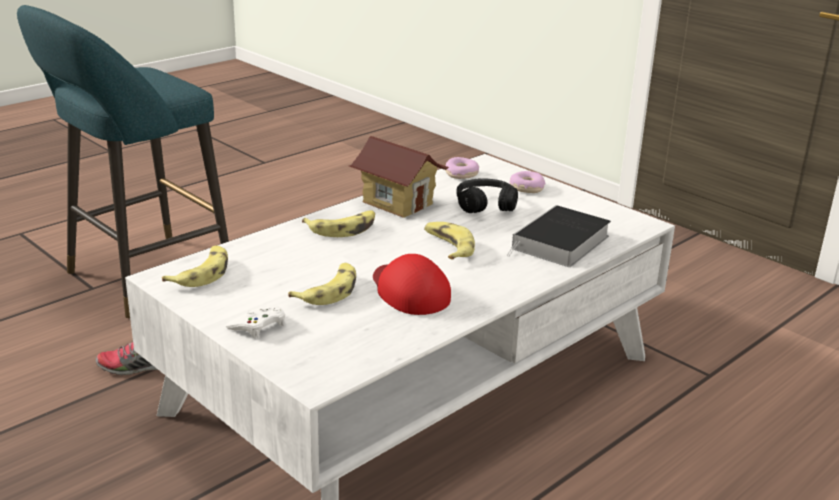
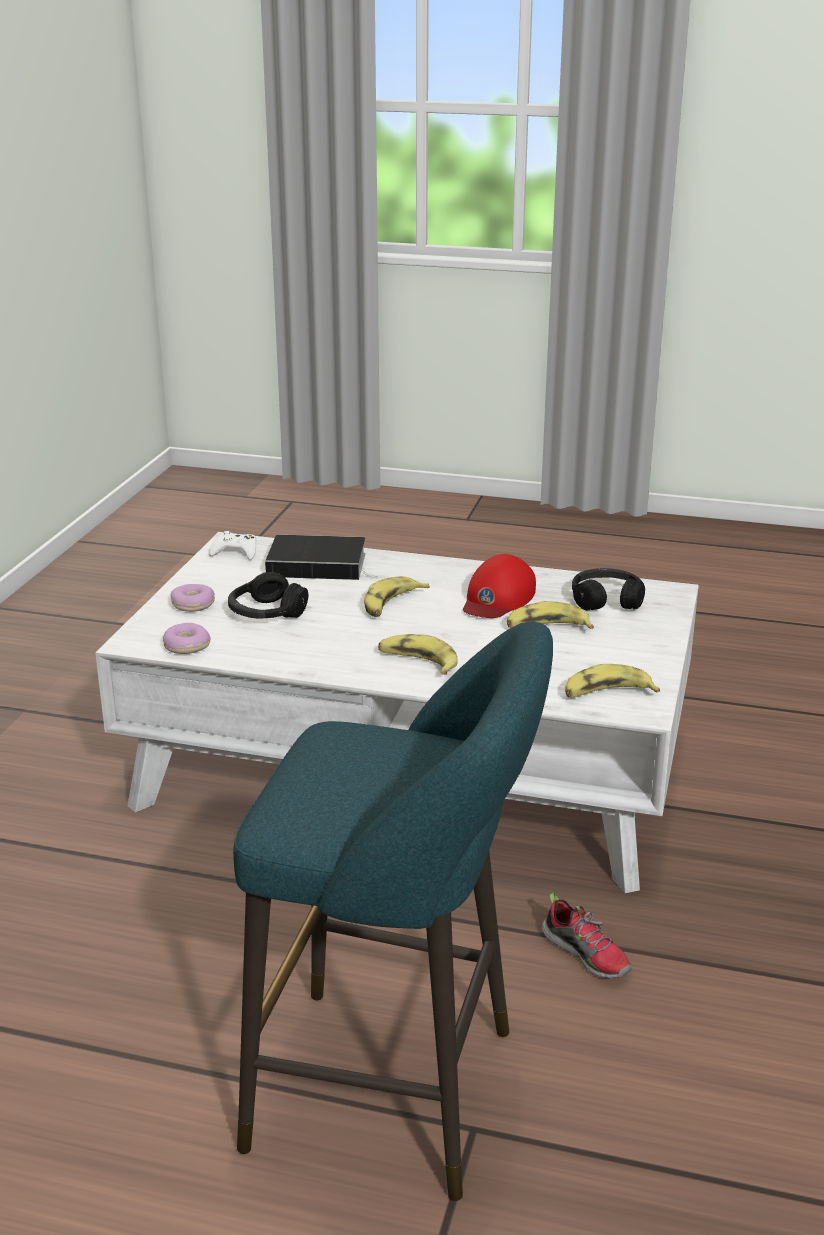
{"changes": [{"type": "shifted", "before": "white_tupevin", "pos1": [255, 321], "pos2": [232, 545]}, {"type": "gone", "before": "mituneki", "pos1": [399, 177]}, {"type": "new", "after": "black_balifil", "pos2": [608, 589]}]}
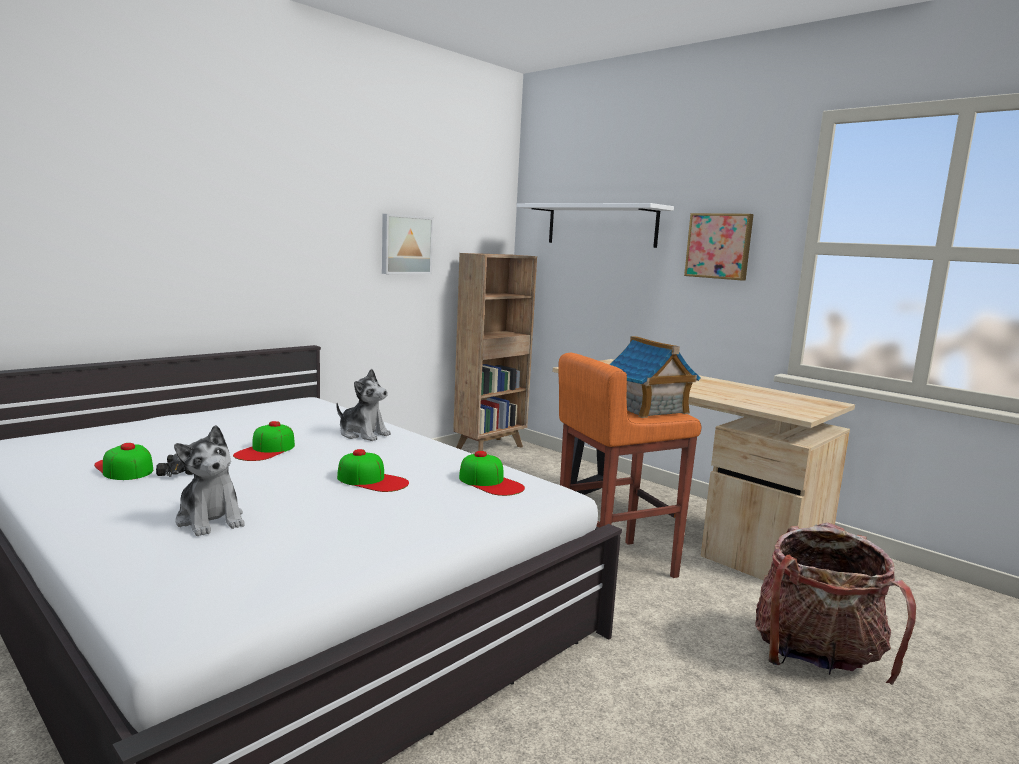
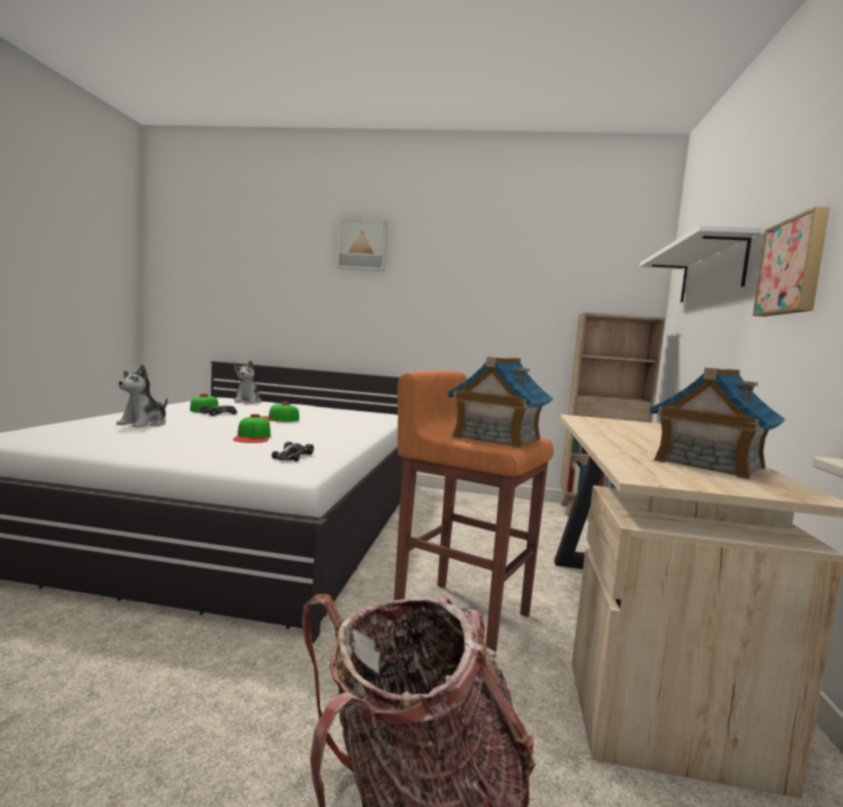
{"changes": [{"type": "shifted", "before": "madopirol", "pos1": [363, 405], "pos2": [247, 381]}, {"type": "shifted", "before": "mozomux", "pos1": [407, 244], "pos2": [362, 244]}, {"type": "swapped", "before": "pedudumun", "after": "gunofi", "pos1": [492, 473], "pos2": [293, 451]}, {"type": "new", "after": "mituneki", "pos2": [717, 424]}]}
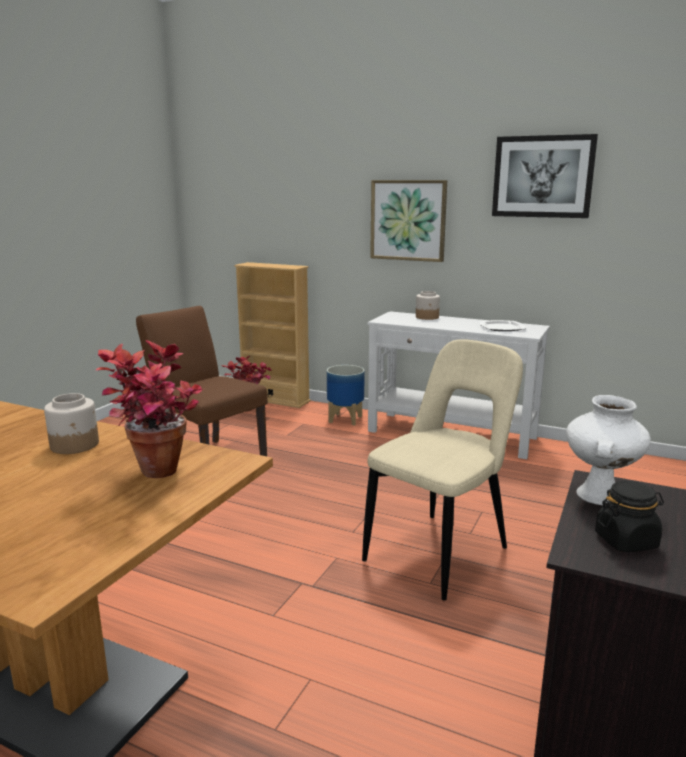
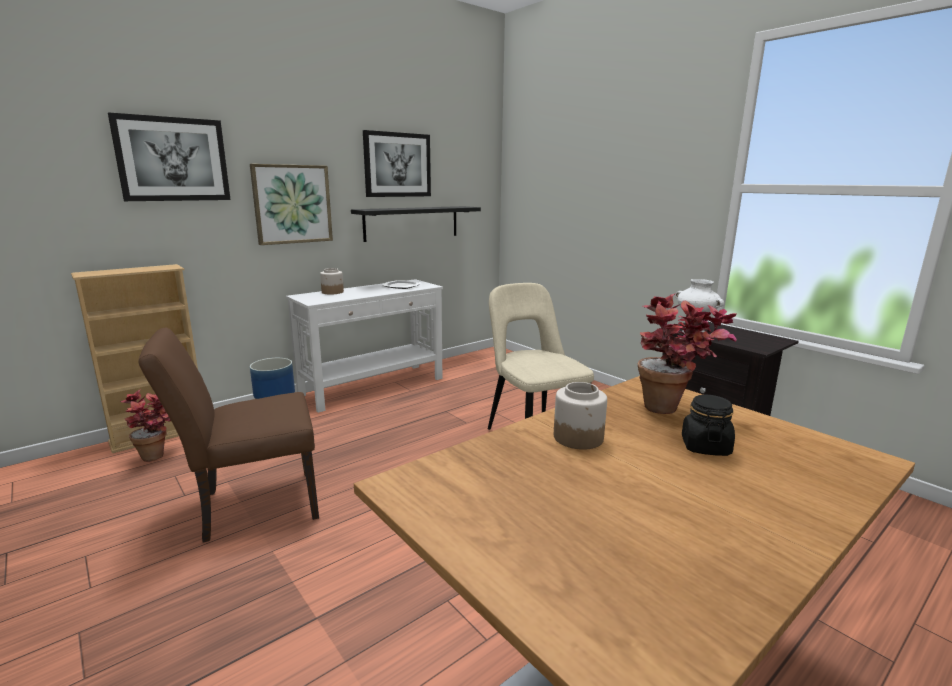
{"changes": [{"type": "shifted", "before": "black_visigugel", "pos1": [629, 516], "pos2": [708, 425]}, {"type": "new", "after": "mozomux", "pos2": [169, 156]}, {"type": "new", "after": "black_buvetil", "pos2": [416, 224]}]}
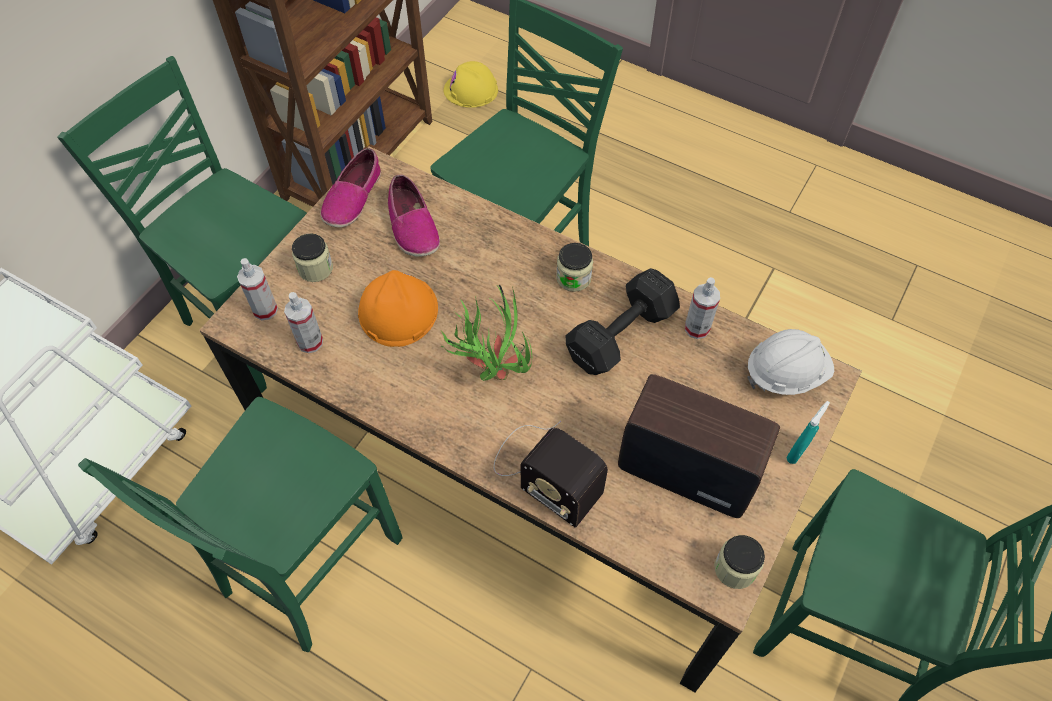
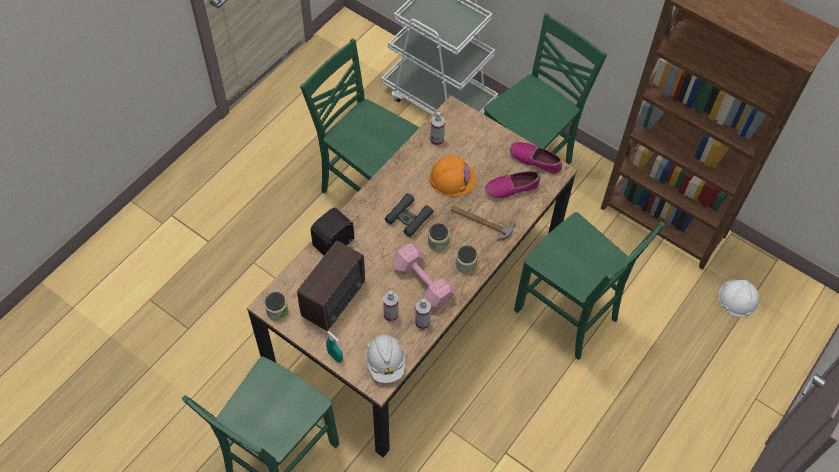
{"changes": [{"type": "shifted", "before": "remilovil", "pos1": [257, 289], "pos2": [390, 306]}, {"type": "shifted", "before": "visigugel", "pos1": [312, 257], "pos2": [438, 237]}, {"type": "swapped", "before": "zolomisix", "after": "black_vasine", "pos1": [486, 333], "pos2": [409, 215]}, {"type": "repainted", "before": "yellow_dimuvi", "after": "white_dimuvi", "pos1": [470, 84], "pos2": [739, 298]}, {"type": "repainted", "before": "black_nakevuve", "after": "pink_nakevuve", "pos1": [623, 321], "pos2": [423, 276]}, {"type": "new", "after": "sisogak", "pos2": [483, 223]}]}
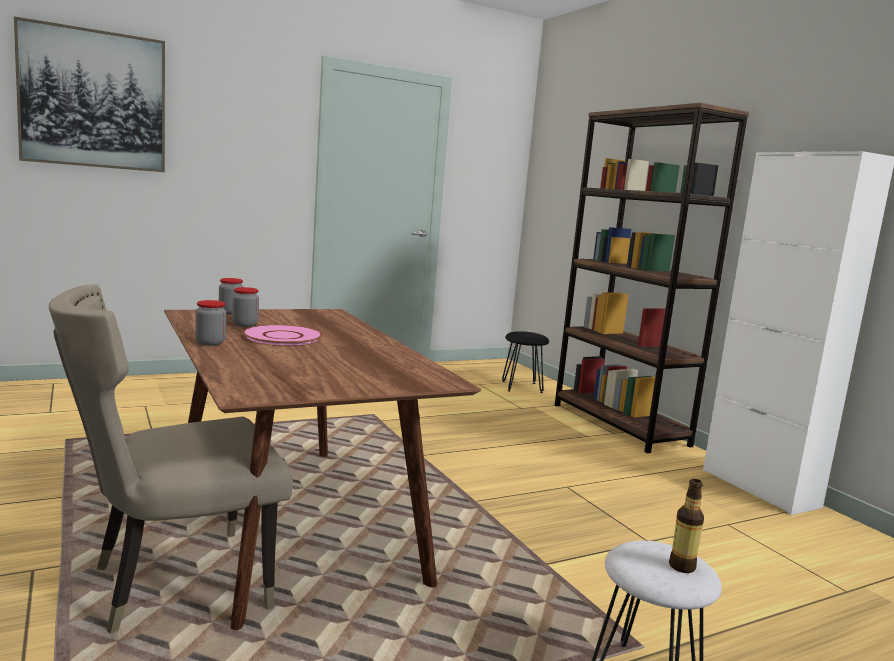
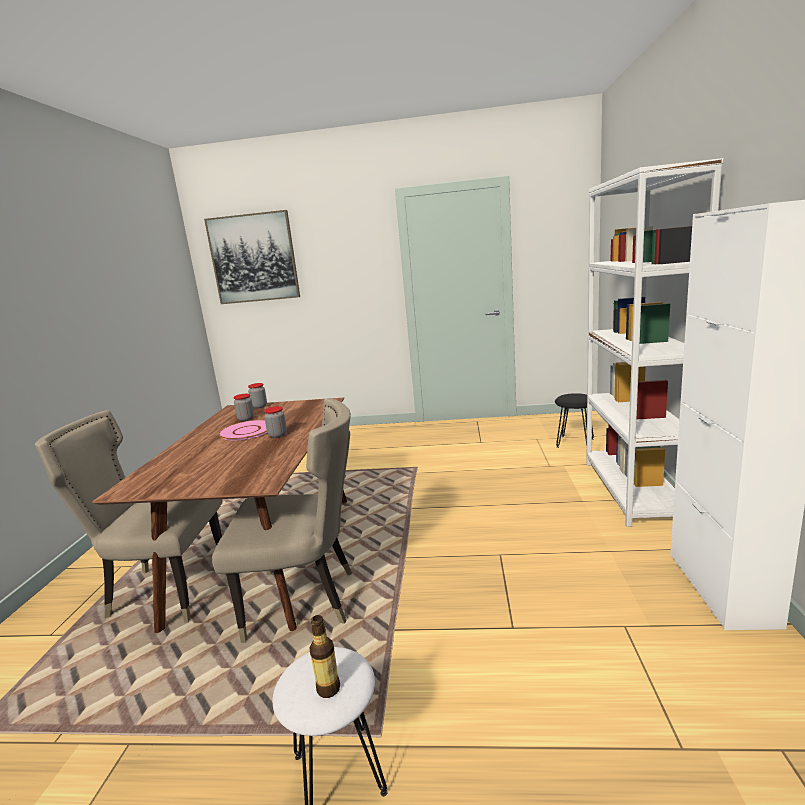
{"changes": [{"type": "shifted", "before": "visigugel", "pos1": [210, 323], "pos2": [275, 422]}, {"type": "repainted", "before": "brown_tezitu", "after": "white_tezitu", "pos1": [652, 278], "pos2": [655, 342]}, {"type": "new", "after": "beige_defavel", "pos2": [282, 520]}]}
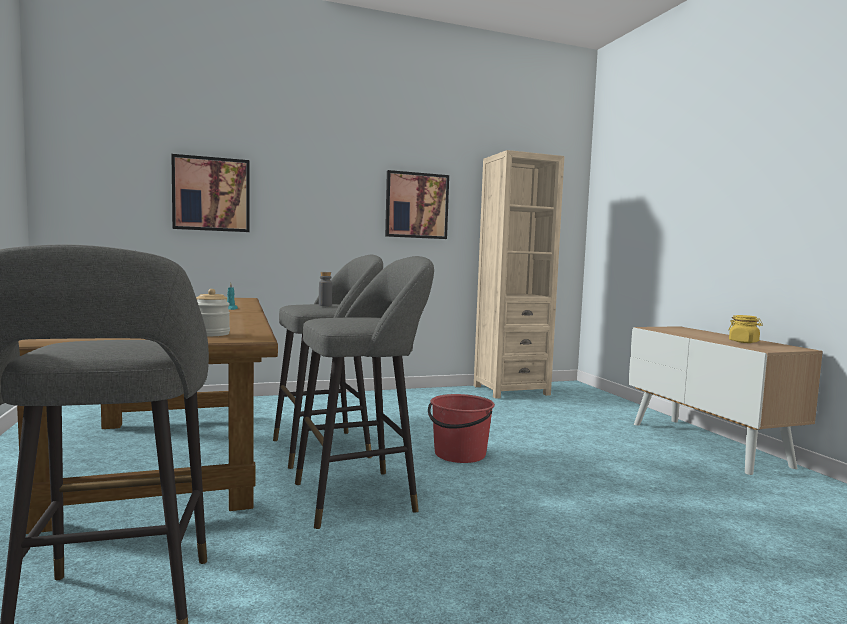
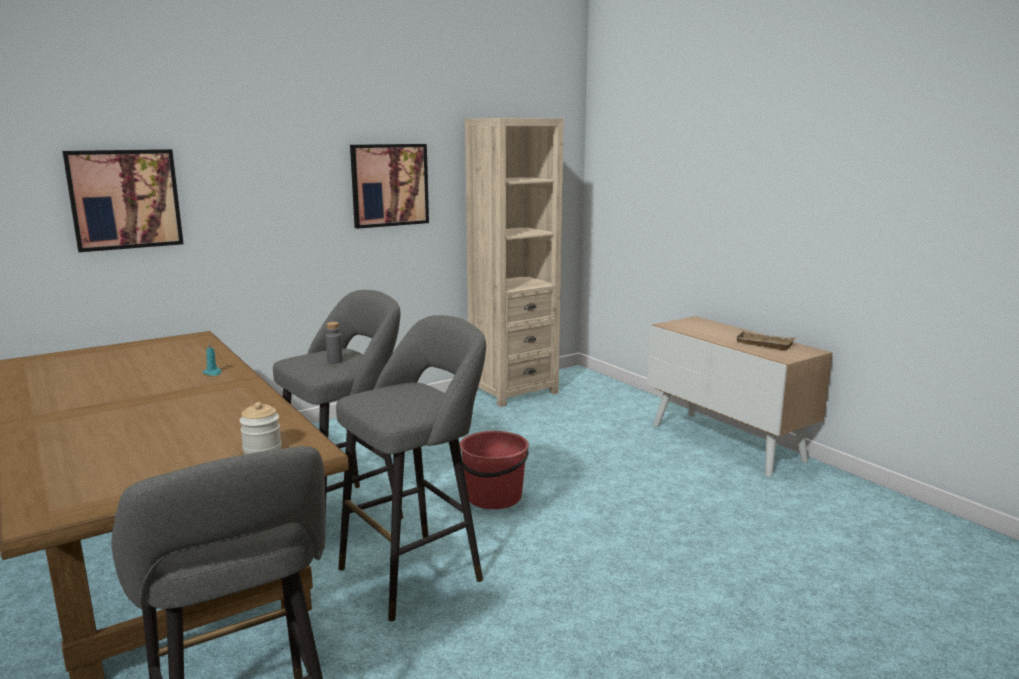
{"changes": [{"type": "swapped", "before": "yellow_visigugel", "after": "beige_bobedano", "pos1": [746, 329], "pos2": [764, 340]}]}
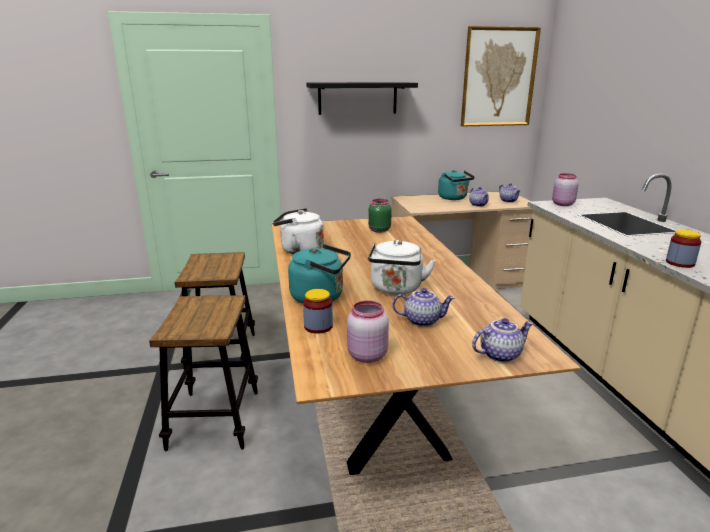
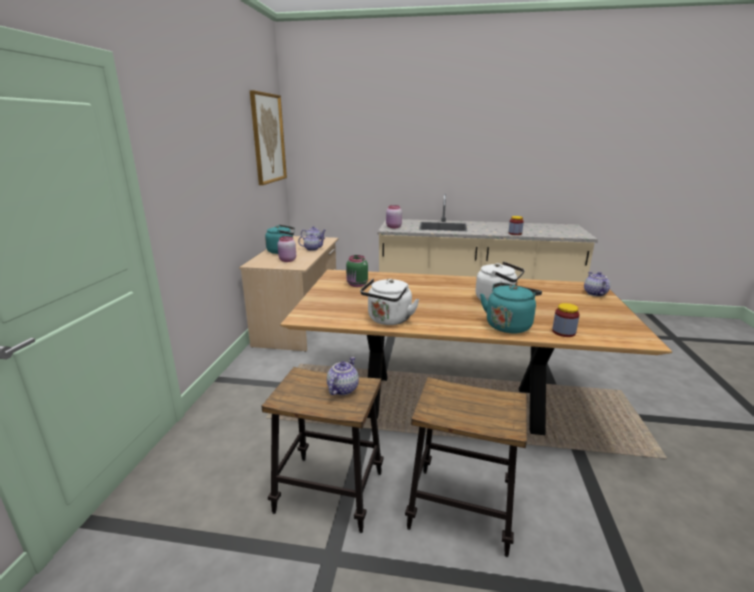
{"changes": [{"type": "gone", "before": "black_buvetil", "pos1": [362, 98]}, {"type": "shifted", "before": "pink_visigugel", "pos1": [368, 332], "pos2": [286, 249]}, {"type": "shifted", "before": "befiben", "pos1": [424, 307], "pos2": [343, 376]}]}
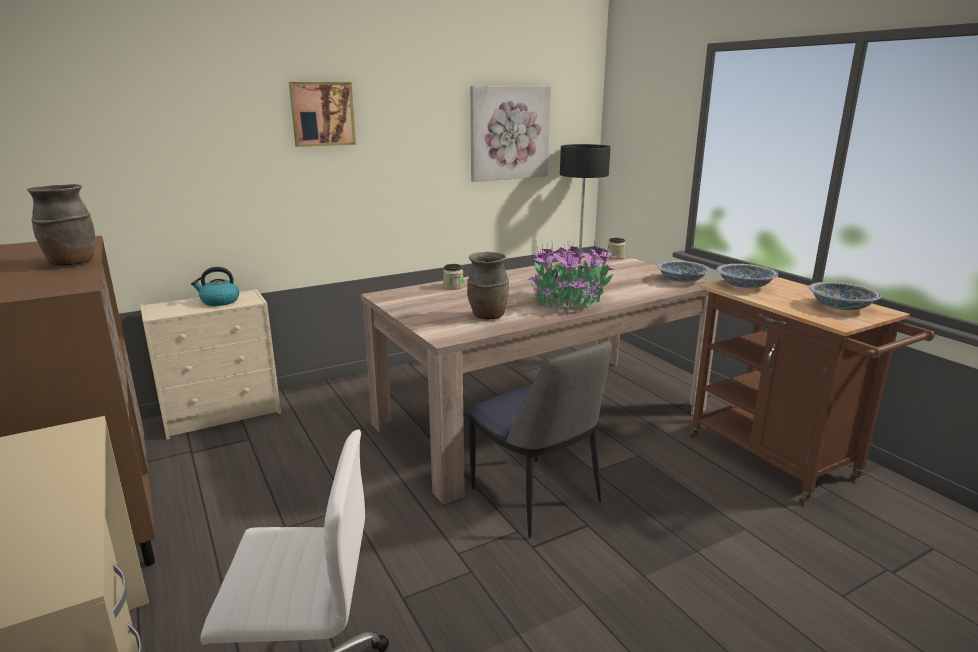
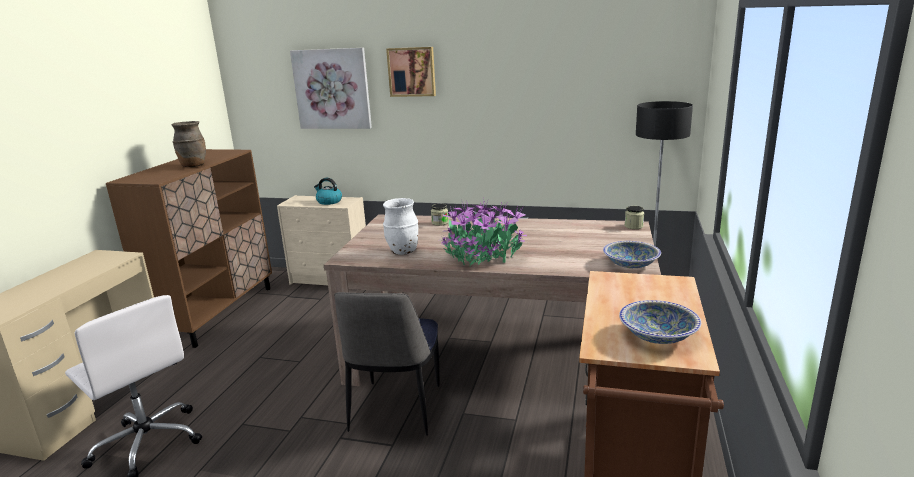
{"changes": [{"type": "repainted", "before": "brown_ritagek", "after": "white_ritagek", "pos1": [488, 285], "pos2": [400, 226]}, {"type": "shifted", "before": "mozomux", "pos1": [510, 134], "pos2": [331, 88]}, {"type": "gone", "before": "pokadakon", "pos1": [747, 276]}]}
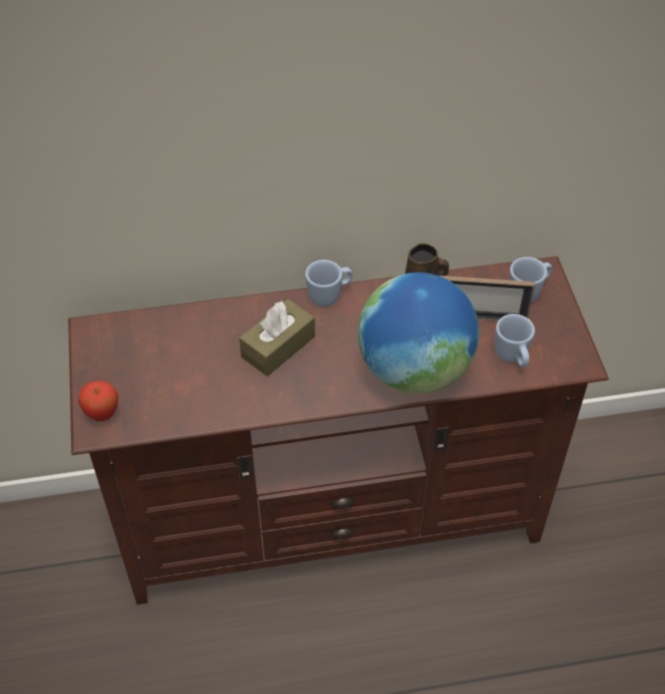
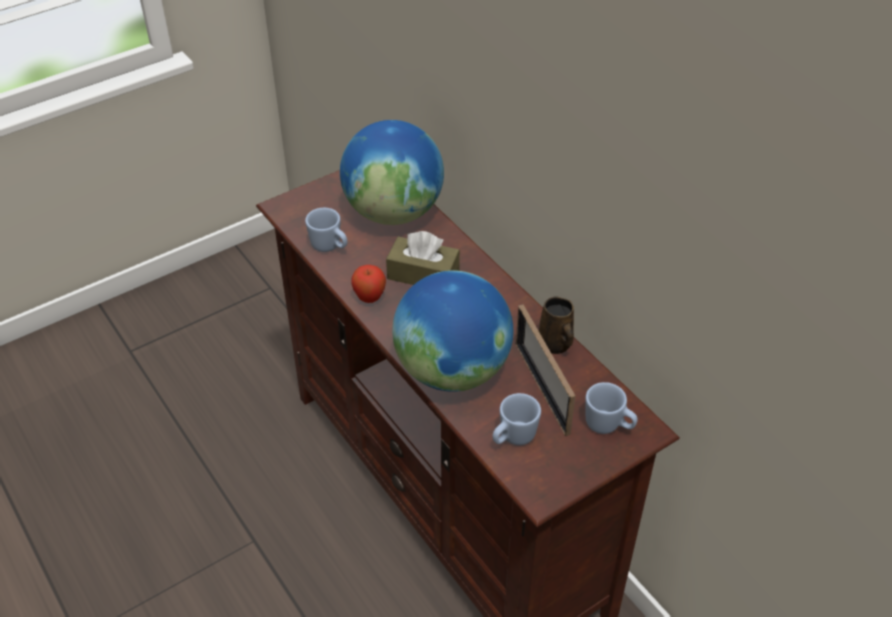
{"changes": [{"type": "shifted", "before": "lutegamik", "pos1": [98, 401], "pos2": [368, 284]}, {"type": "shifted", "before": "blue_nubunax", "pos1": [329, 283], "pos2": [326, 230]}, {"type": "new", "after": "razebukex", "pos2": [392, 172]}]}
